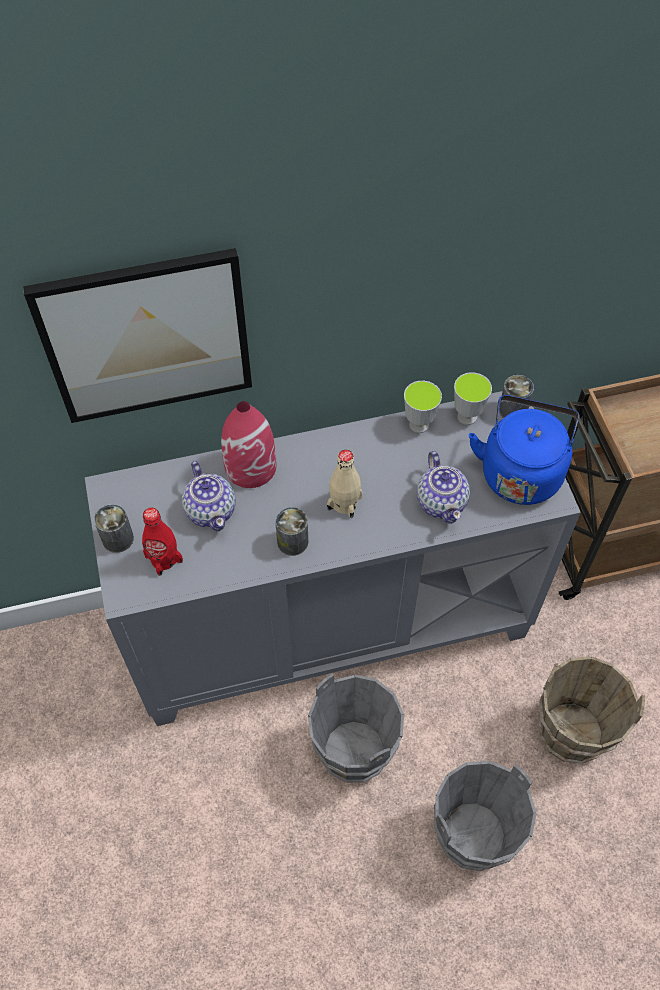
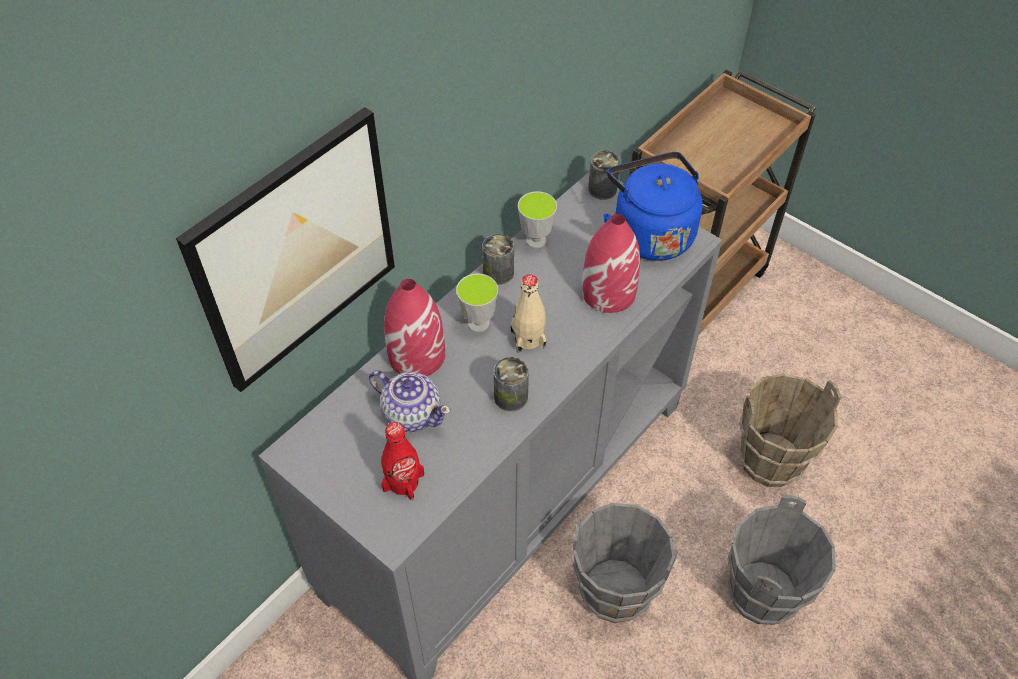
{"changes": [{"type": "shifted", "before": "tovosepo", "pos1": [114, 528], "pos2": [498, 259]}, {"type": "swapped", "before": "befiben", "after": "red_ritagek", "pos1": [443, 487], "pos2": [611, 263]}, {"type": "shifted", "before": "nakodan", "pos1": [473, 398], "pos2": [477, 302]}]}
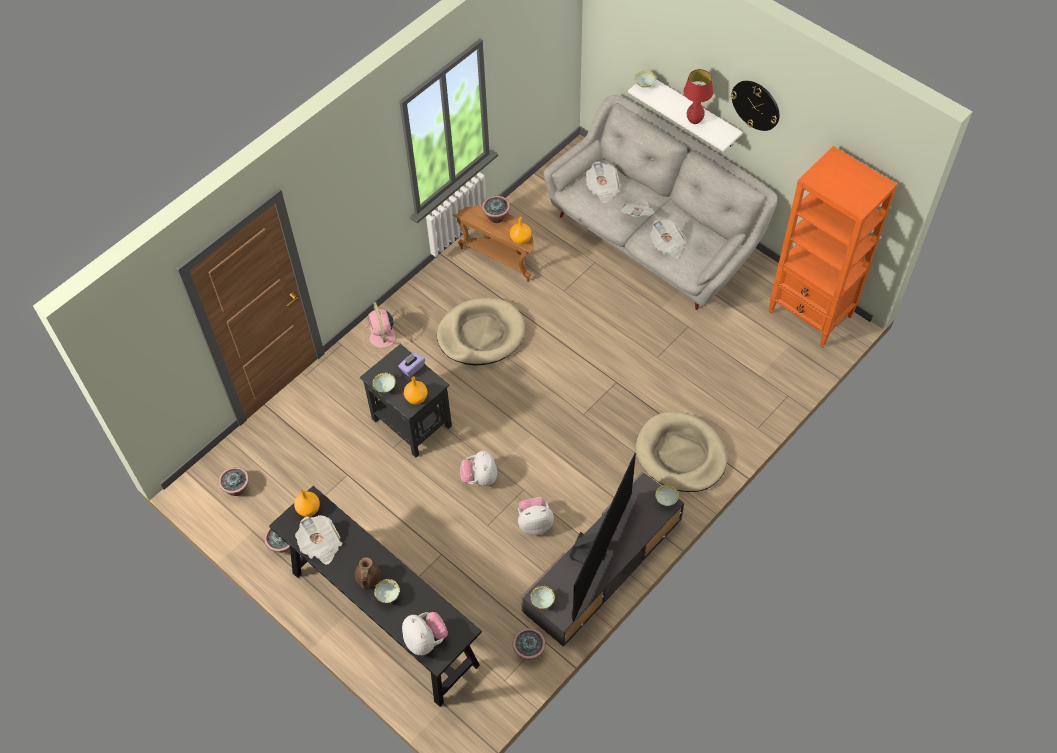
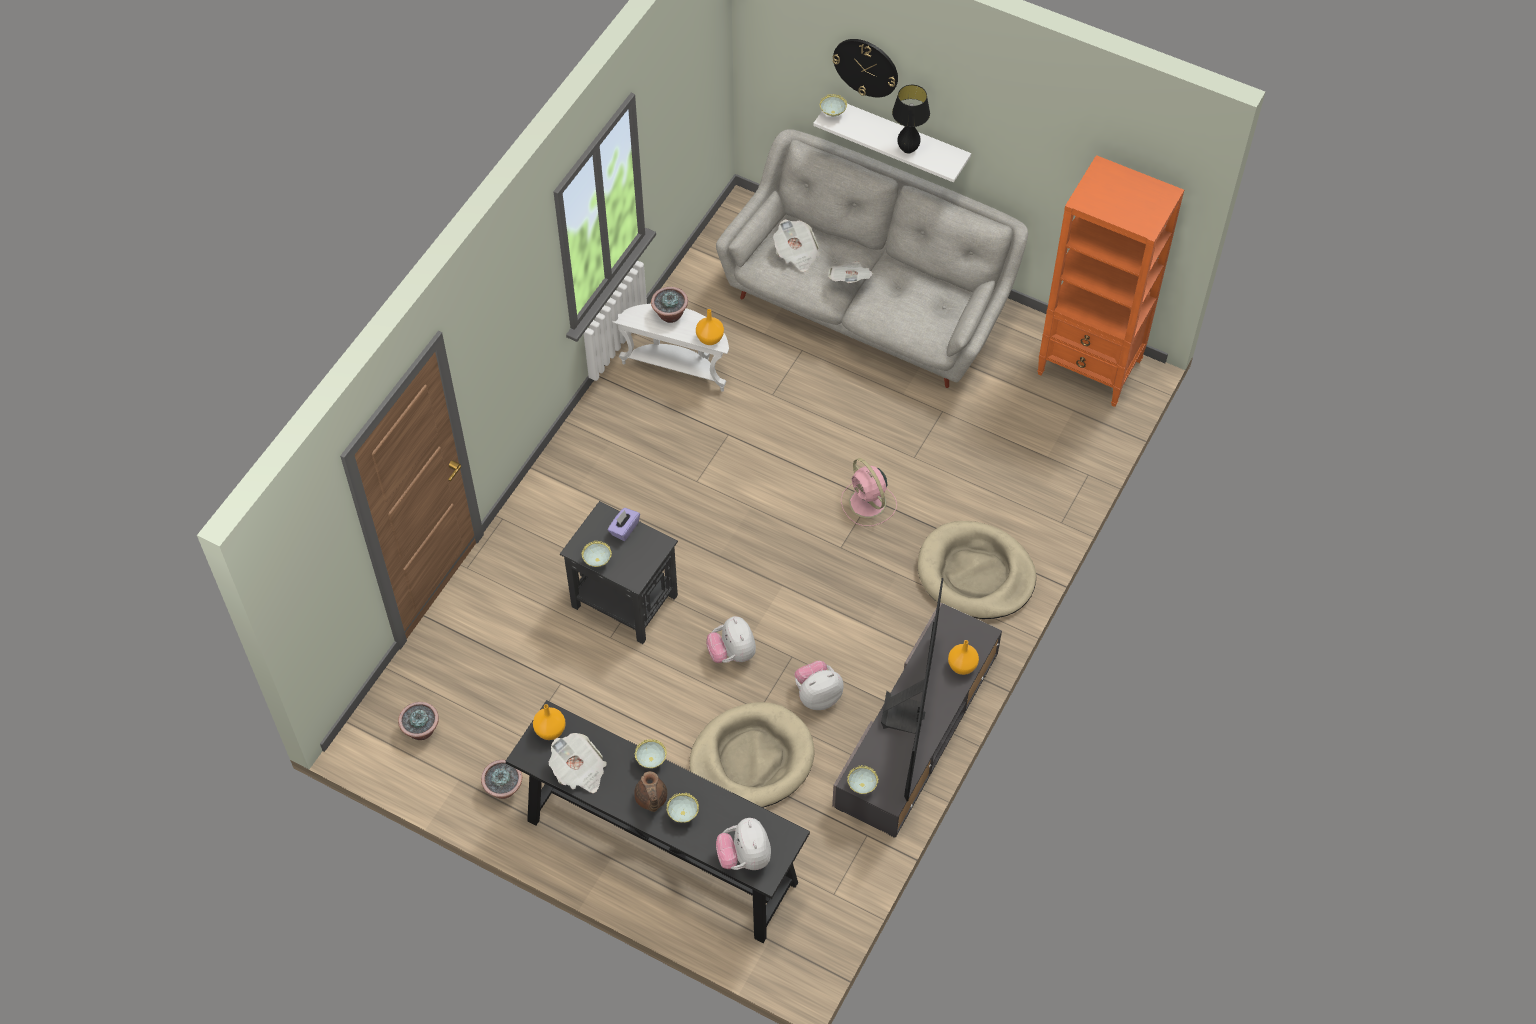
{"changes": [{"type": "shifted", "before": "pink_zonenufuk", "pos1": [383, 328], "pos2": [869, 492]}, {"type": "rotated", "before": "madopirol", "pos1": [425, 634], "pos2": [743, 844], "turn": -150}, {"type": "shifted", "before": "orange_ritagek", "pos1": [416, 390], "pos2": [963, 657]}, {"type": "shifted", "before": "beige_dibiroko", "pos1": [481, 331], "pos2": [752, 755]}, {"type": "repainted", "before": "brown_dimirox", "after": "white_dimirox", "pos1": [493, 244], "pos2": [670, 348]}, {"type": "gone", "before": "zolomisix", "pos1": [529, 644]}, {"type": "gone", "before": "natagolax", "pos1": [668, 239]}, {"type": "shifted", "before": "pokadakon", "pos1": [667, 495], "pos2": [651, 753]}, {"type": "repainted", "before": "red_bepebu", "after": "black_bepebu", "pos1": [698, 96], "pos2": [911, 119]}, {"type": "shifted", "before": "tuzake", "pos1": [755, 106], "pos2": [865, 68]}]}
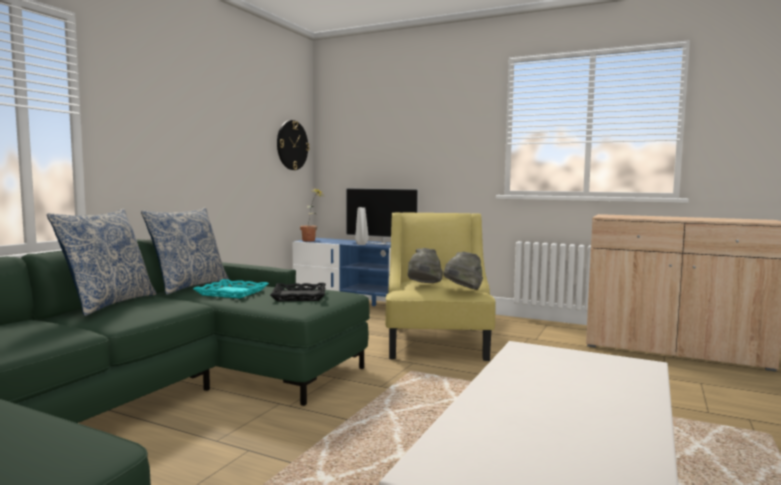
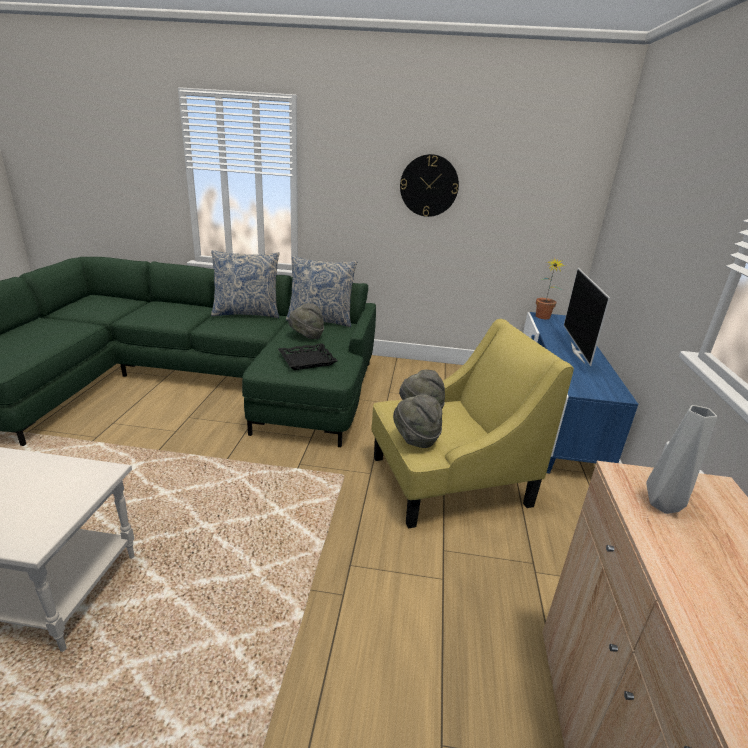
{"changes": [{"type": "swapped", "before": "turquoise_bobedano", "after": "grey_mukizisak", "pos1": [231, 289], "pos2": [306, 321]}, {"type": "shifted", "before": "tuzake", "pos1": [293, 145], "pos2": [429, 185]}, {"type": "shifted", "before": "grey_ritagek", "pos1": [362, 226], "pos2": [681, 459]}]}
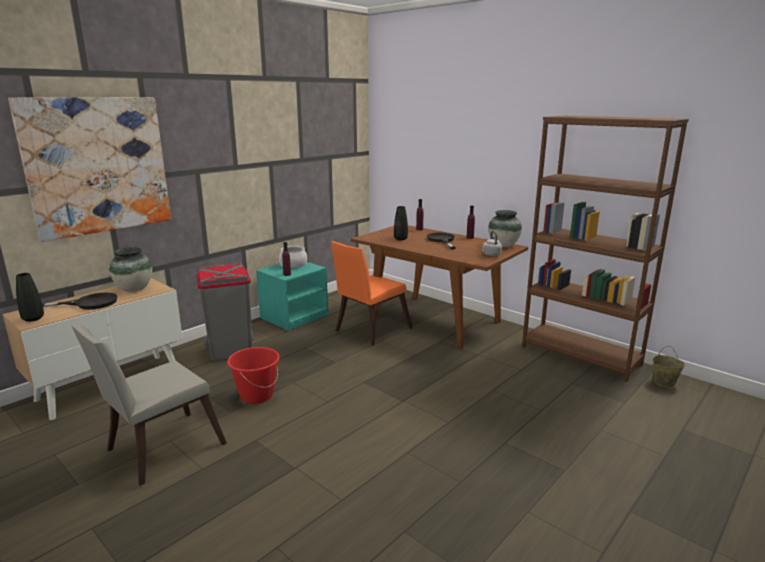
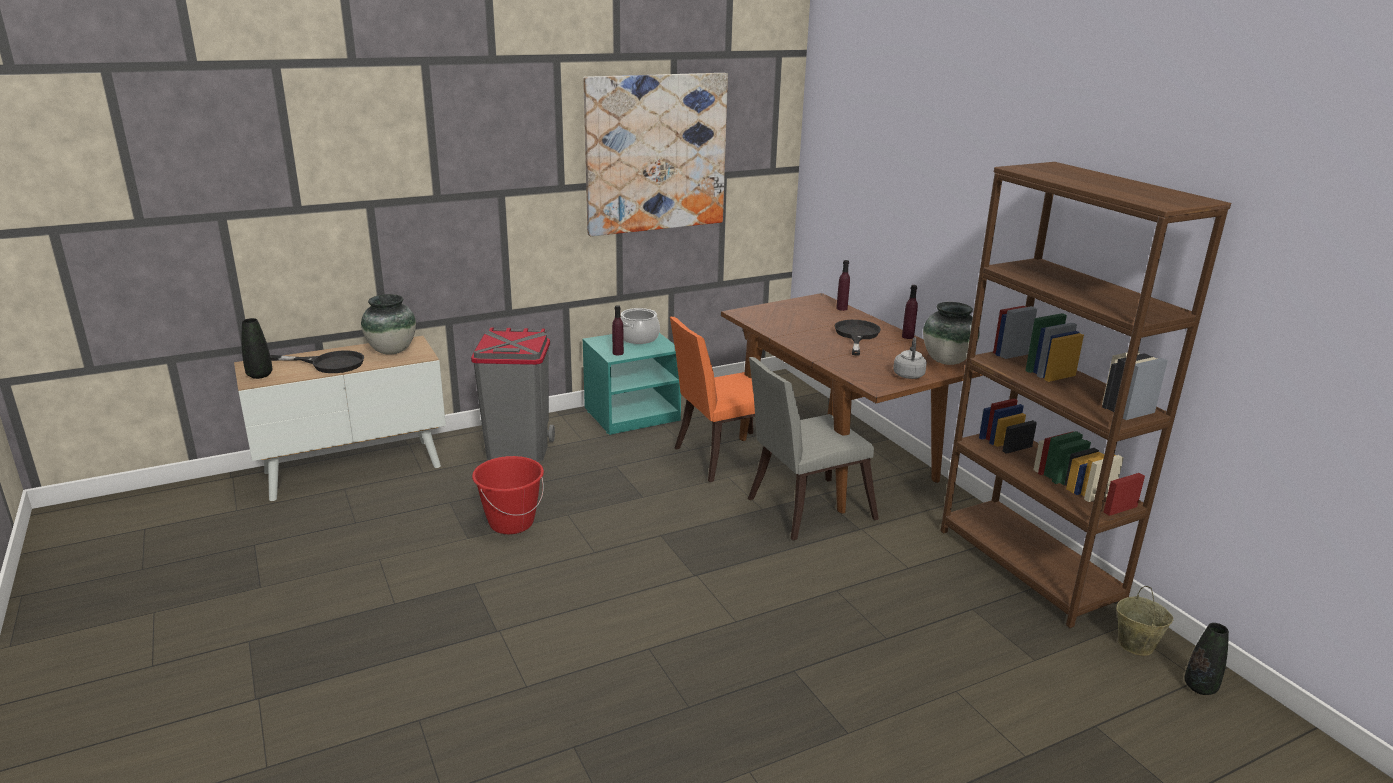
{"changes": [{"type": "shifted", "before": "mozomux", "pos1": [89, 169], "pos2": [655, 154]}, {"type": "shifted", "before": "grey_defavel", "pos1": [149, 405], "pos2": [813, 448]}, {"type": "shifted", "before": "black_ritagek", "pos1": [401, 223], "pos2": [1206, 659]}]}
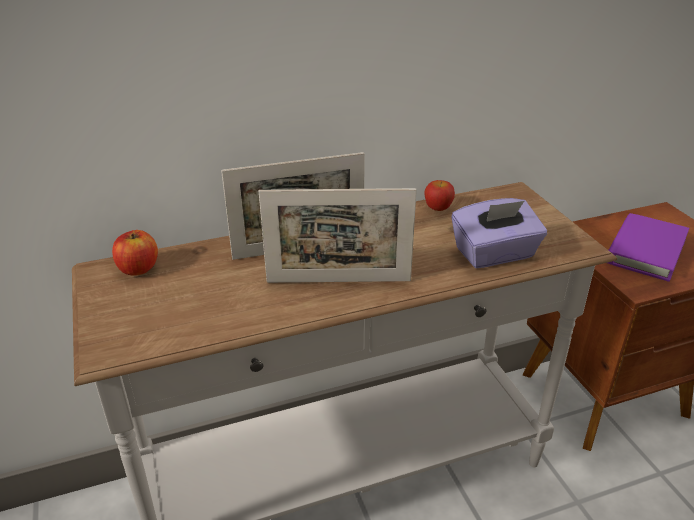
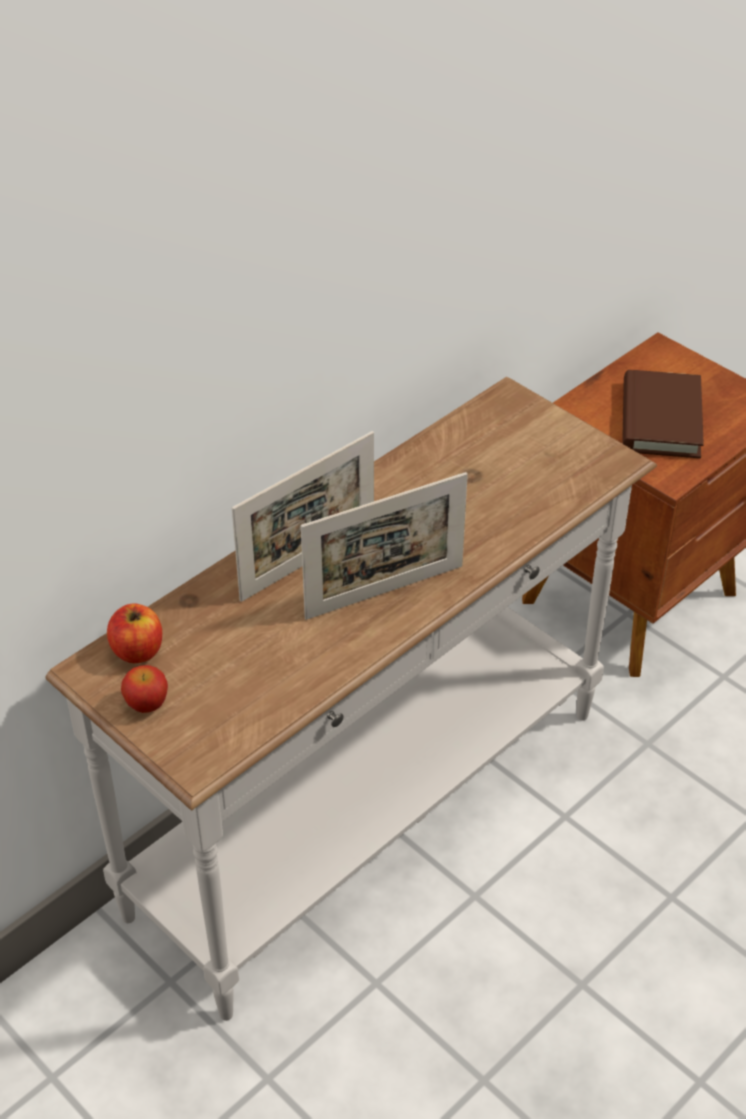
{"changes": [{"type": "shifted", "before": "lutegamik", "pos1": [439, 195], "pos2": [144, 689]}, {"type": "gone", "before": "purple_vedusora", "pos1": [499, 233]}, {"type": "repainted", "before": "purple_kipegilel", "after": "brown_kipegilel", "pos1": [648, 247], "pos2": [663, 414]}]}
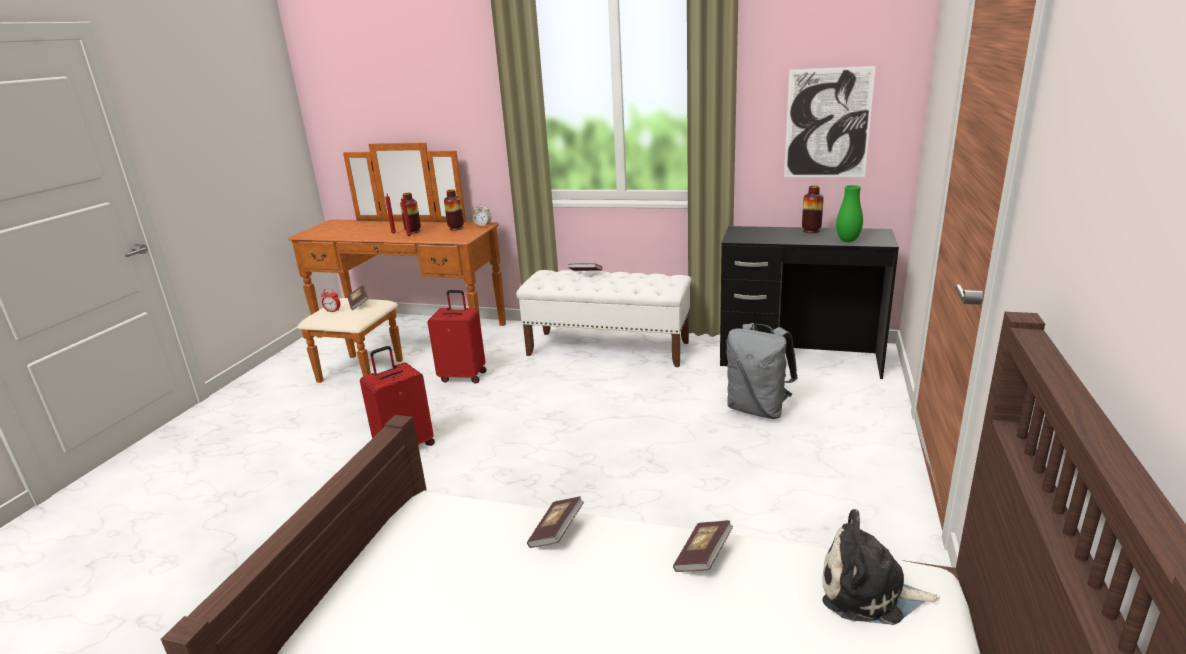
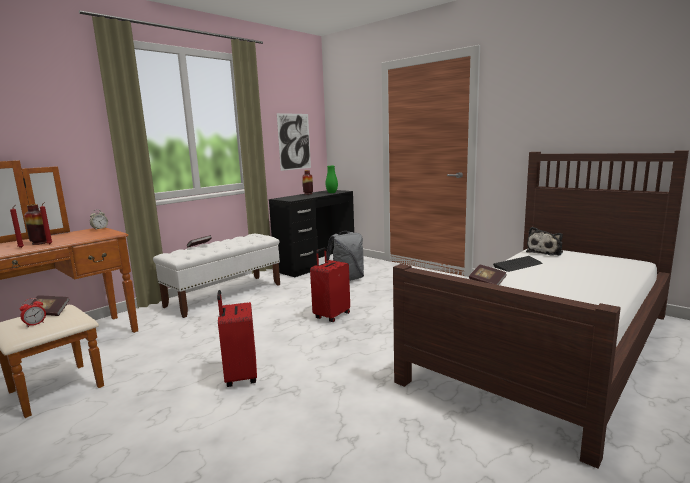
{"changes": [{"type": "shifted", "before": "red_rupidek", "pos1": [456, 337], "pos2": [330, 285]}, {"type": "gone", "before": "ritagek", "pos1": [454, 210]}, {"type": "swapped", "before": "kipegilel", "after": "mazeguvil", "pos1": [703, 546], "pos2": [518, 264]}]}
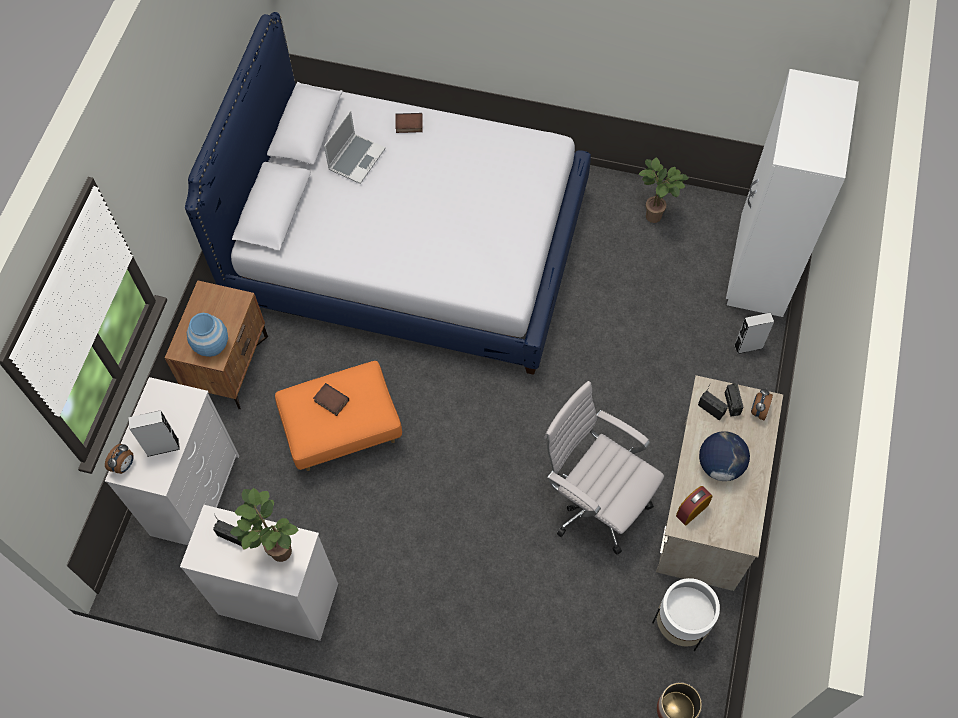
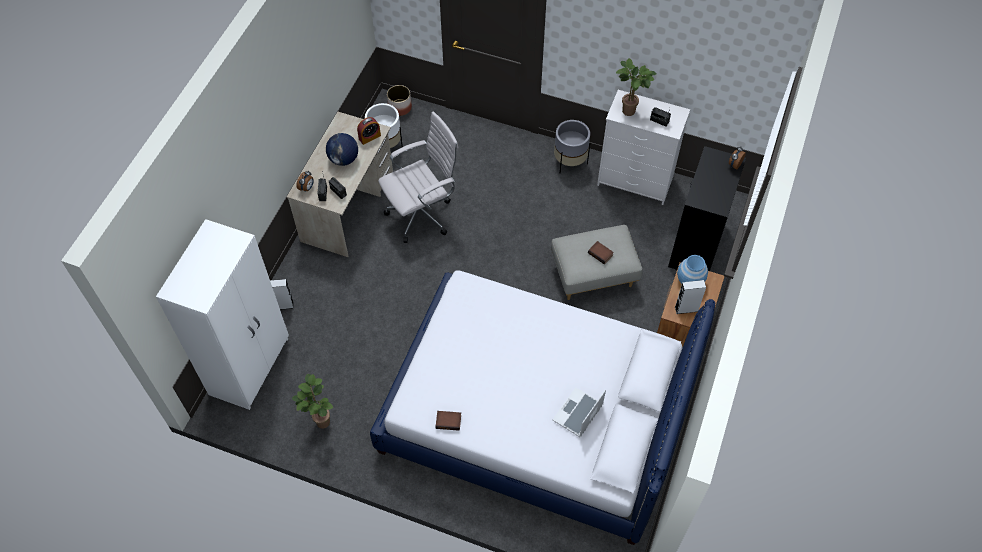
{"changes": [{"type": "repainted", "before": "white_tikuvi", "after": "black_tikuvi", "pos1": [172, 461], "pos2": [707, 208]}, {"type": "shifted", "before": "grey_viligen", "pos1": [154, 433], "pos2": [690, 297]}, {"type": "repainted", "before": "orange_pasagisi", "after": "grey_pasagisi", "pos1": [338, 416], "pos2": [596, 262]}, {"type": "shifted", "before": "kipegilel", "pos1": [409, 123], "pos2": [448, 421]}, {"type": "rotated", "before": "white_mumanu", "pos1": [604, 468], "pos2": [418, 177], "turn": -75}, {"type": "new", "after": "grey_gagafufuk", "pos2": [572, 146]}]}
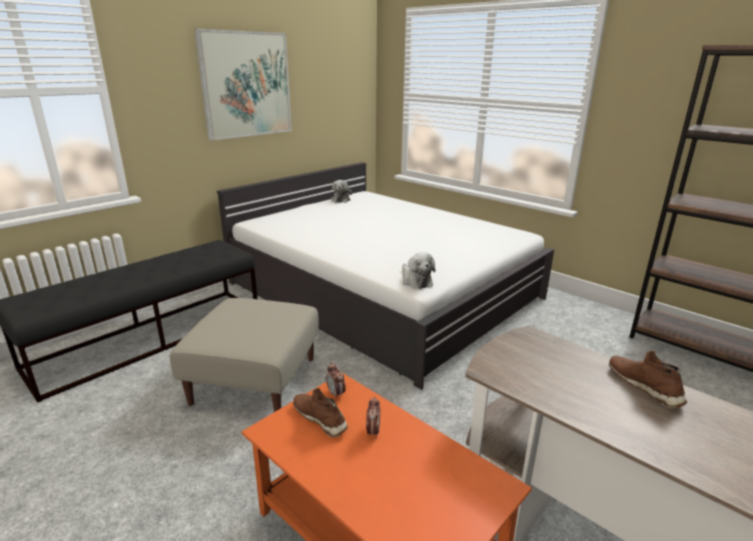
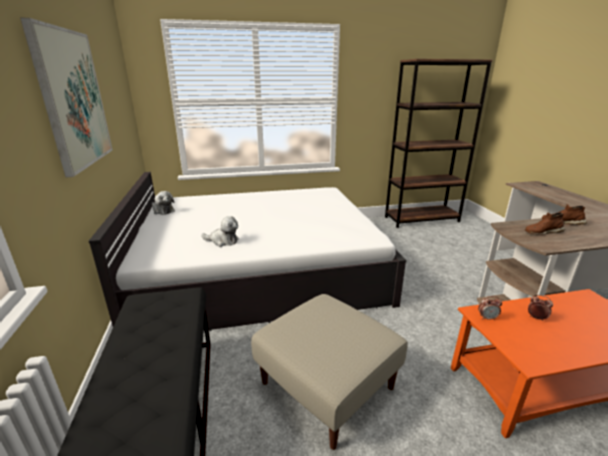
{"changes": [{"type": "shifted", "before": "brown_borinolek", "pos1": [320, 412], "pos2": [545, 223]}, {"type": "shifted", "before": "madopirol", "pos1": [418, 270], "pos2": [220, 231]}]}
